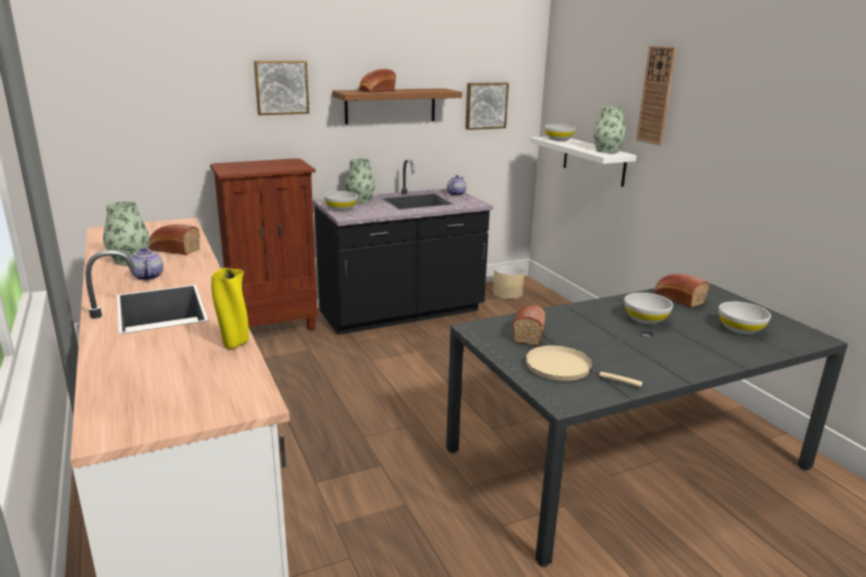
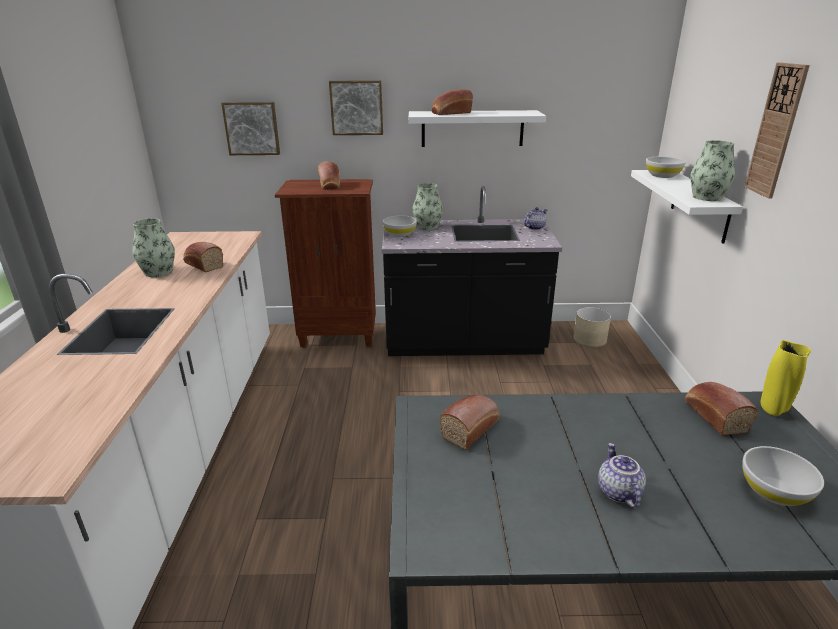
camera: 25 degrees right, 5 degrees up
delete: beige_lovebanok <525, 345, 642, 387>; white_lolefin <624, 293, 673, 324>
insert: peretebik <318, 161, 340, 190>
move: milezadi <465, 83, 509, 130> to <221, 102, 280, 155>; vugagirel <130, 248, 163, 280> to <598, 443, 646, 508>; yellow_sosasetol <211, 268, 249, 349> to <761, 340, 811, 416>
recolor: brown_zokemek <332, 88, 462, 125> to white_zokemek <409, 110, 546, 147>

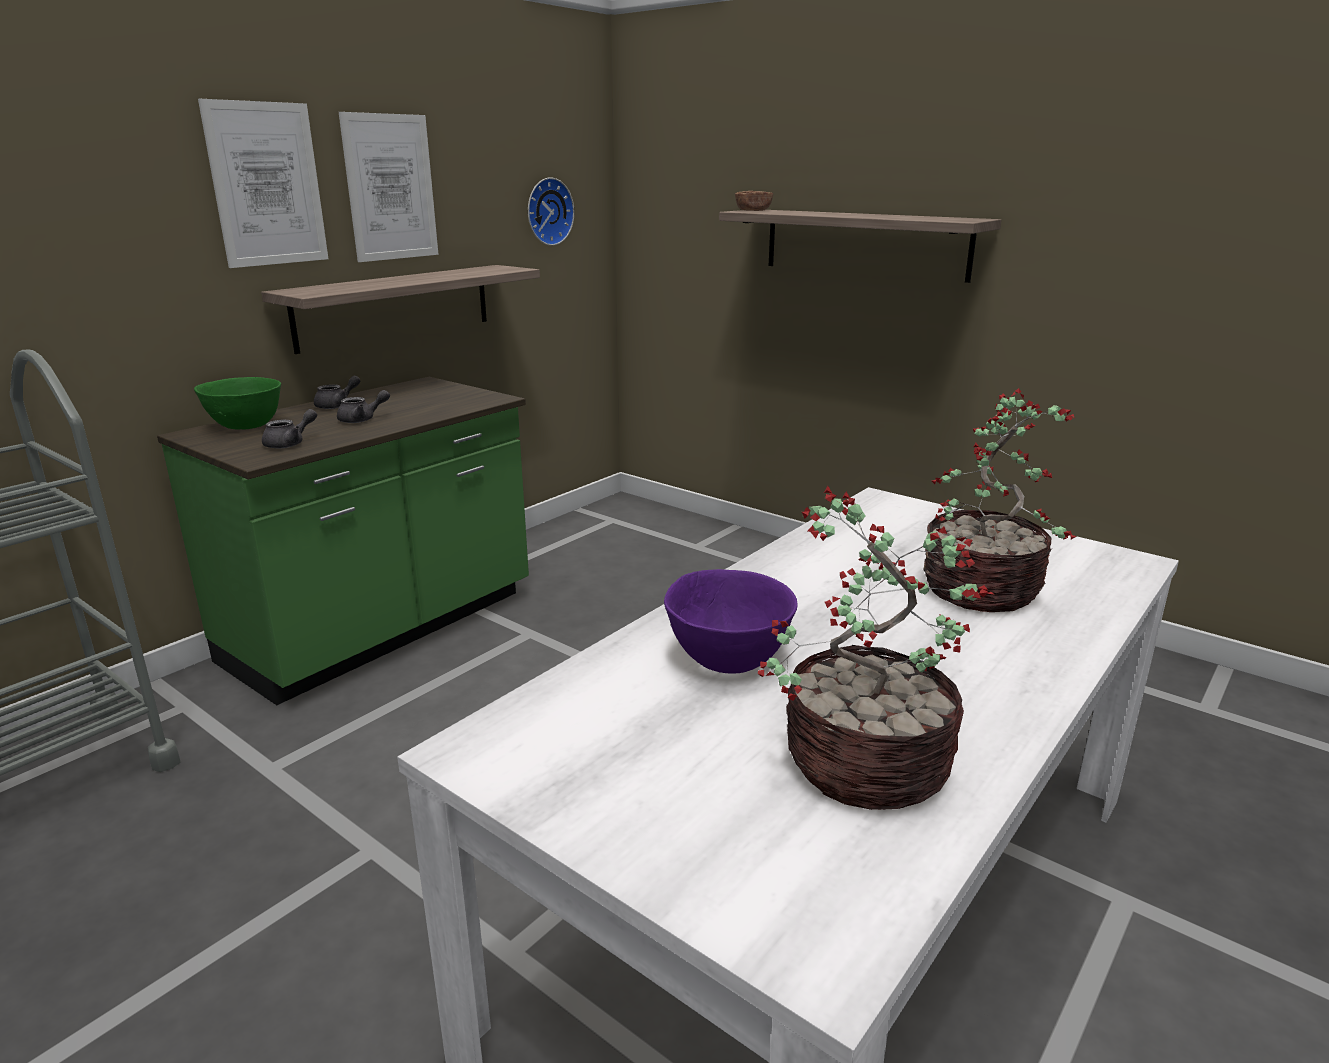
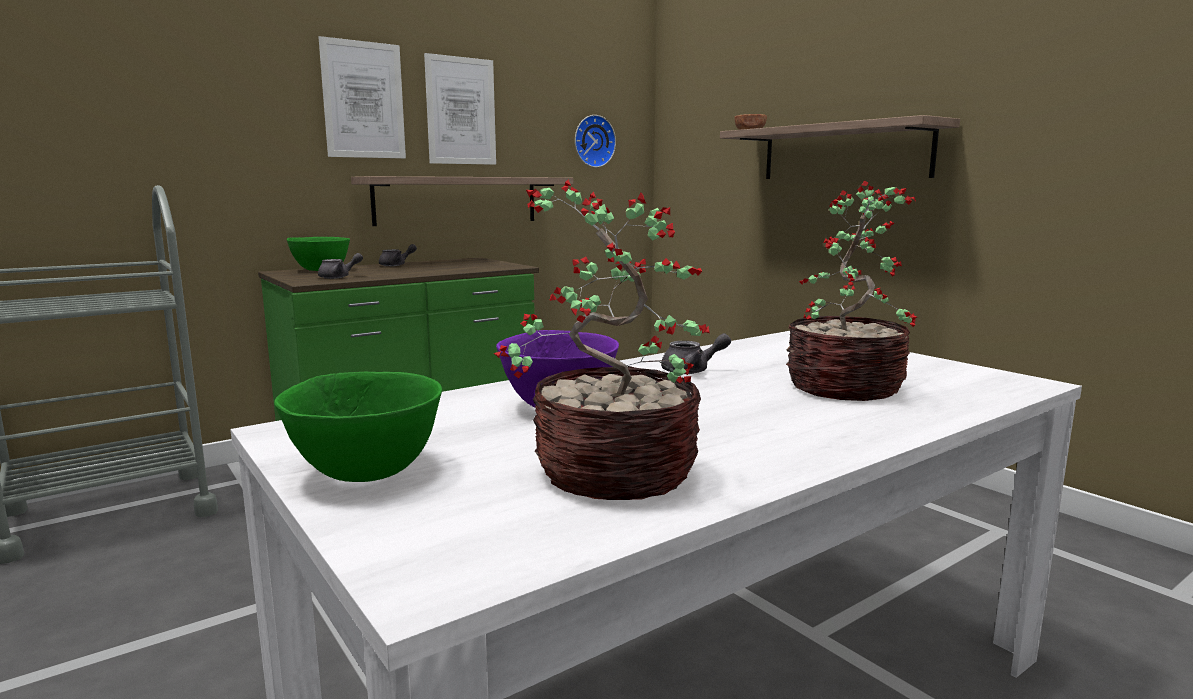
camera: 15 degrees right, 10 degrees down
insert: green_lolefin <274, 372, 442, 482>
move: grey_vugagirel <337, 390, 390, 423> to <661, 333, 731, 374>

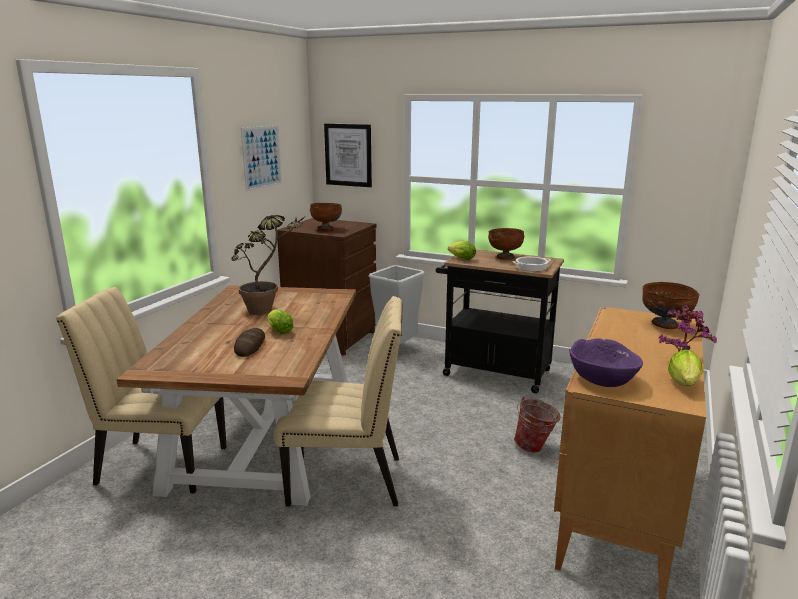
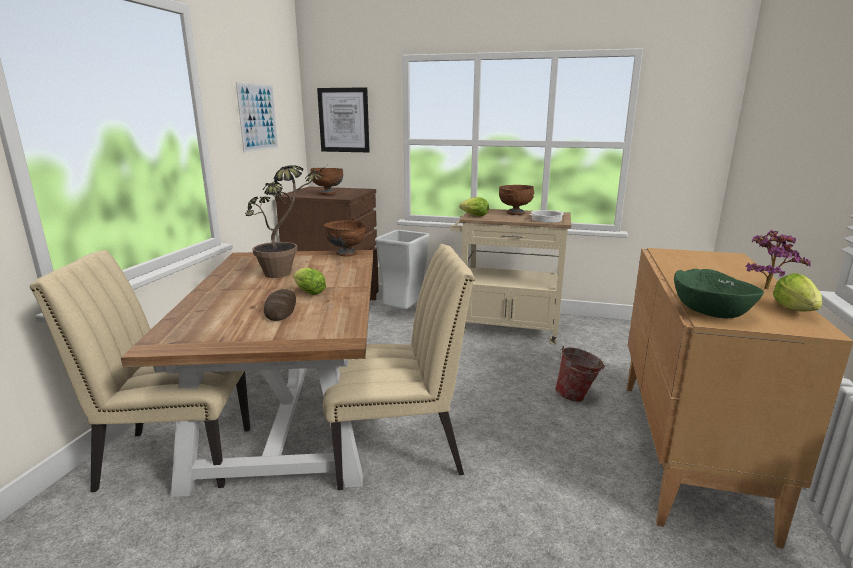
camera: 10 degrees left, 0 degrees up
move: brown_lolefin <642, 282, 700, 329> to <324, 220, 366, 257>
recolor: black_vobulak <436, 250, 564, 393> to beige_vobulak <450, 209, 571, 344>; purple_lolefin <569, 338, 643, 387> to green_lolefin <674, 269, 764, 318>

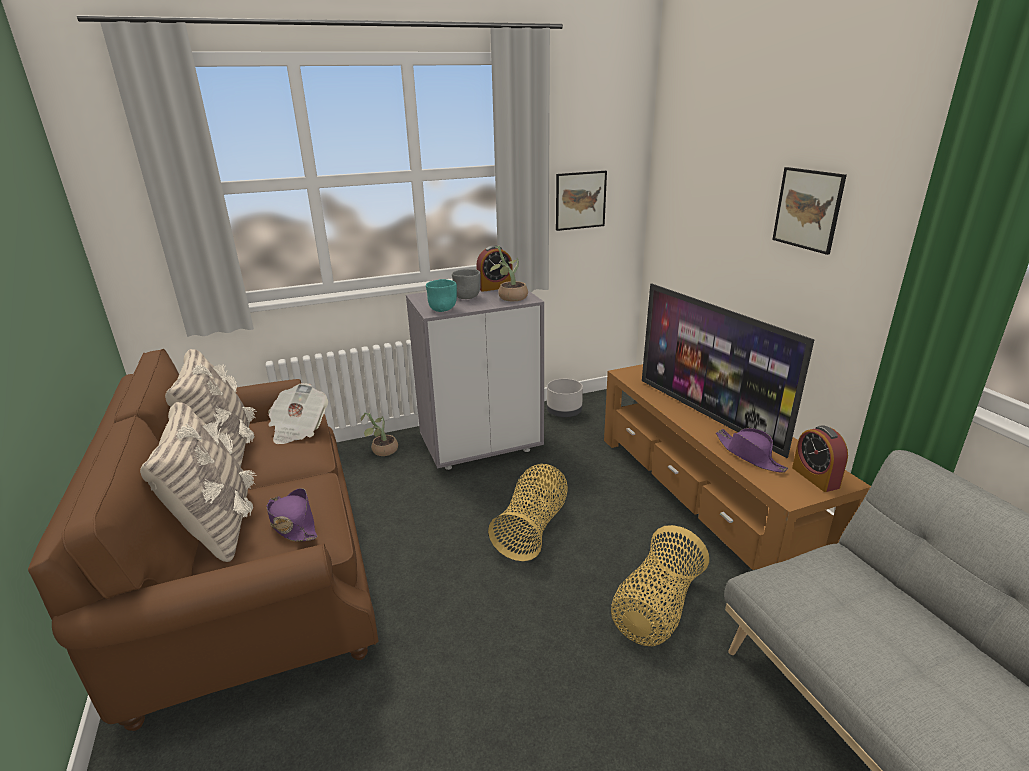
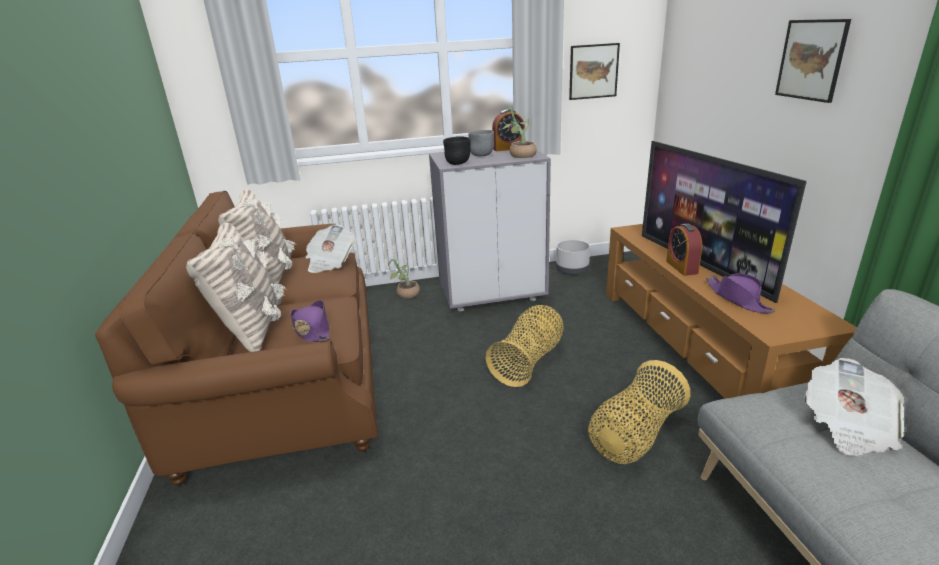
camera: 10 degrees right, 0 degrees up
insert: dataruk <804, 358, 904, 456>
move: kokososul <792, 425, 848, 492> to <666, 223, 702, 276>
recolor: turquoise_lolefin <426, 279, 457, 312> to black_lolefin <443, 136, 471, 165>

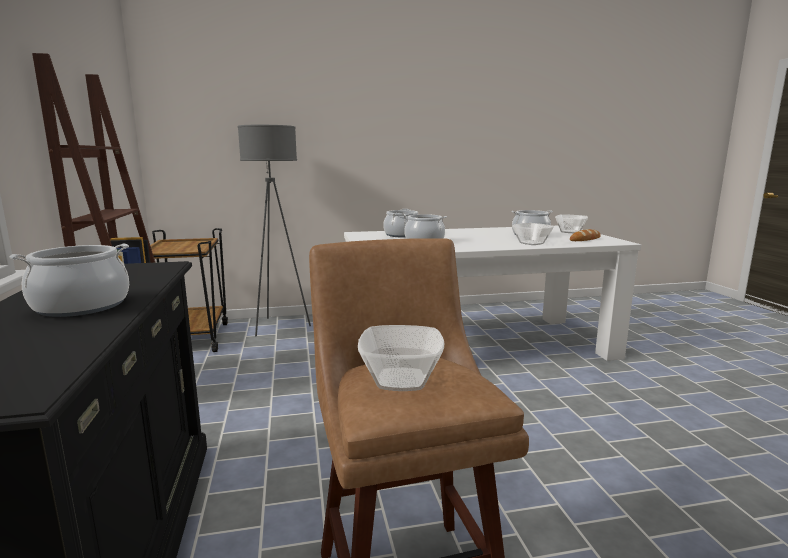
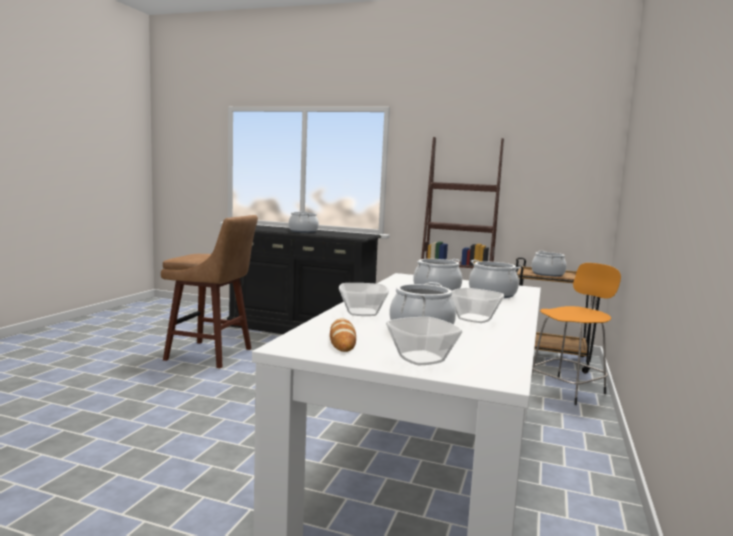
camera: 120 degrees right, 5 degrees down
insert: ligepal <531, 251, 567, 277>
move: lolefin <358, 325, 445, 391> to <451, 288, 504, 323>
replace: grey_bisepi <238, 125, 311, 336> to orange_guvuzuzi <531, 263, 621, 405>

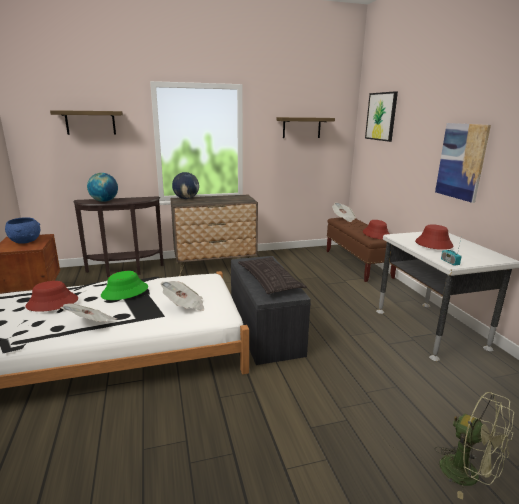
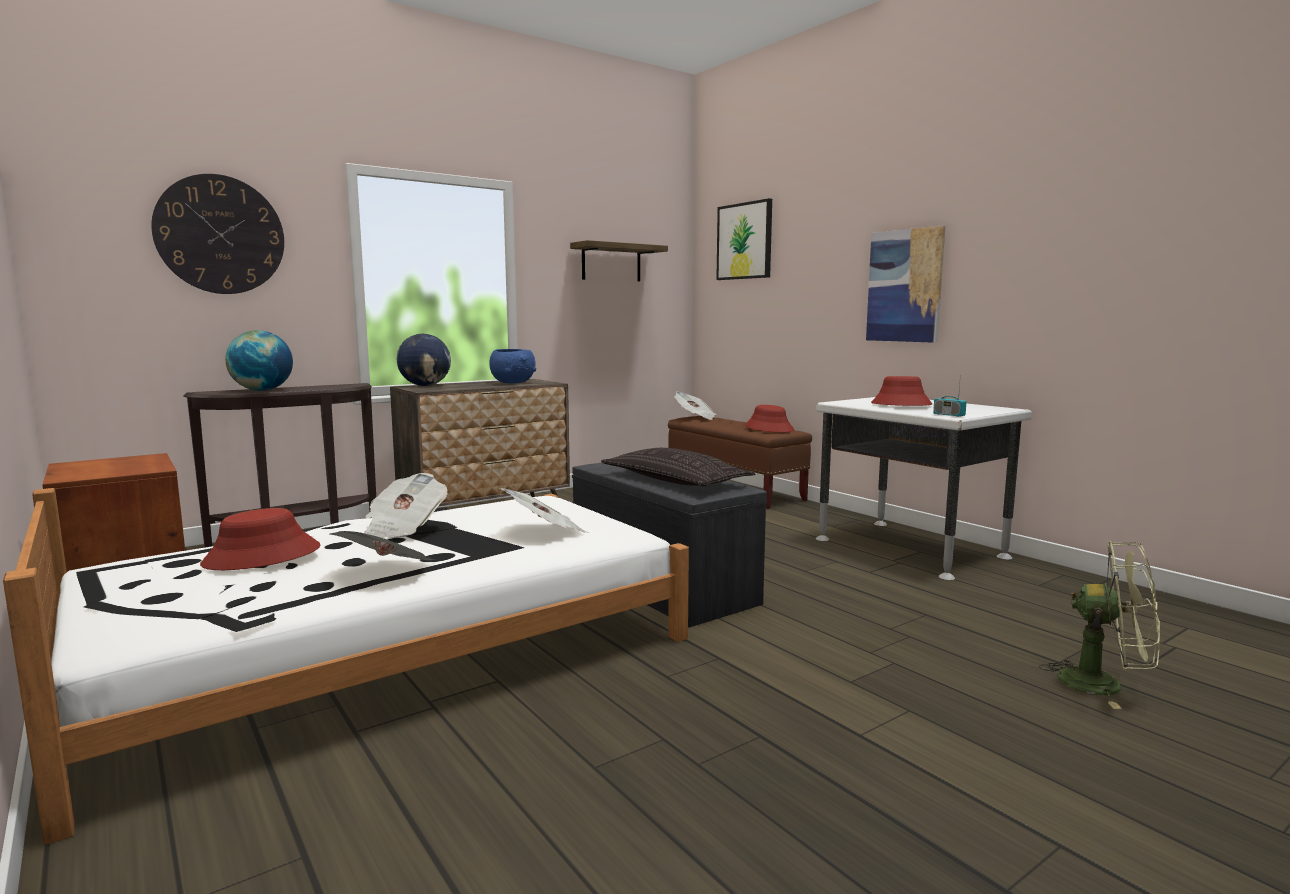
camera: 20 degrees left, 10 degrees down
move: blue_lolefin <5, 217, 40, 244> to <489, 349, 536, 384>
replace: zokemek <50, 110, 123, 135> to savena <151, 174, 284, 294>; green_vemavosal <101, 271, 148, 300> to dataruk <364, 473, 448, 538>

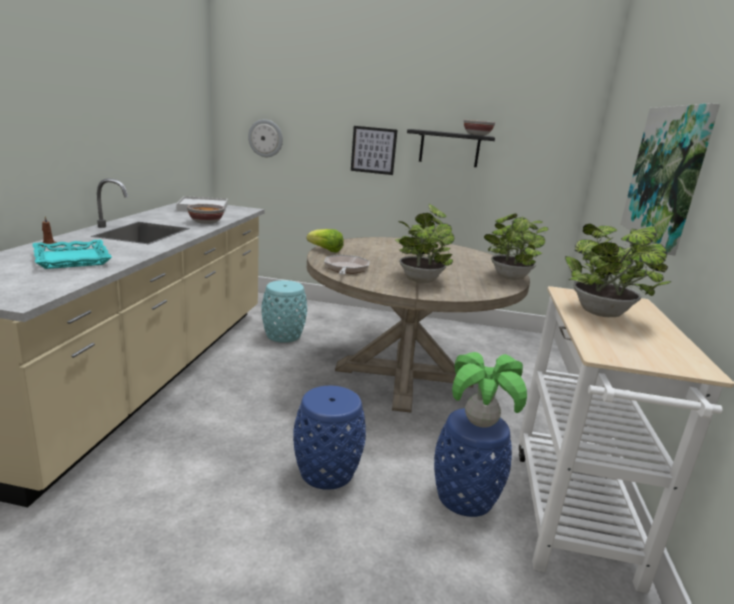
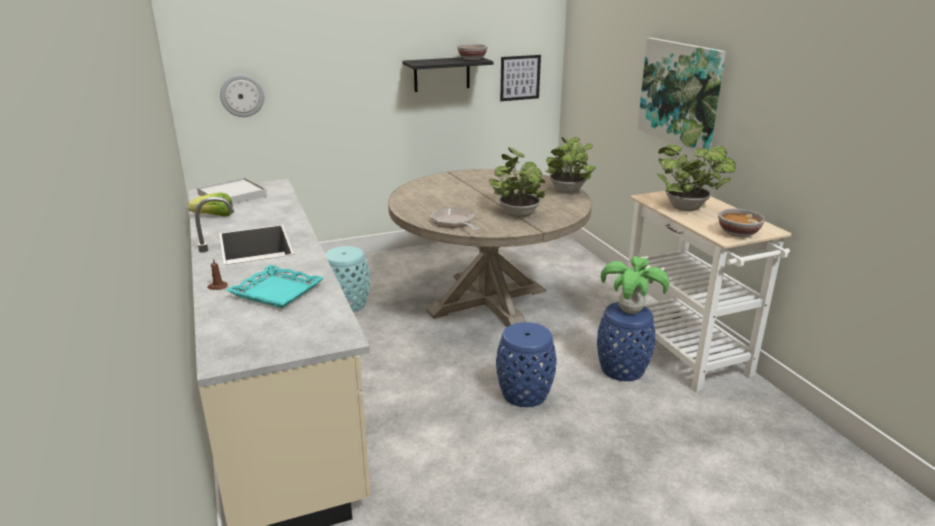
camera: 30 degrees left, 5 degrees up
move: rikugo <307, 229, 343, 253> to <188, 192, 233, 217>; milezadi <351, 126, 397, 175> to <500, 55, 541, 101>; lolefin <187, 204, 224, 224> to <718, 209, 765, 237>

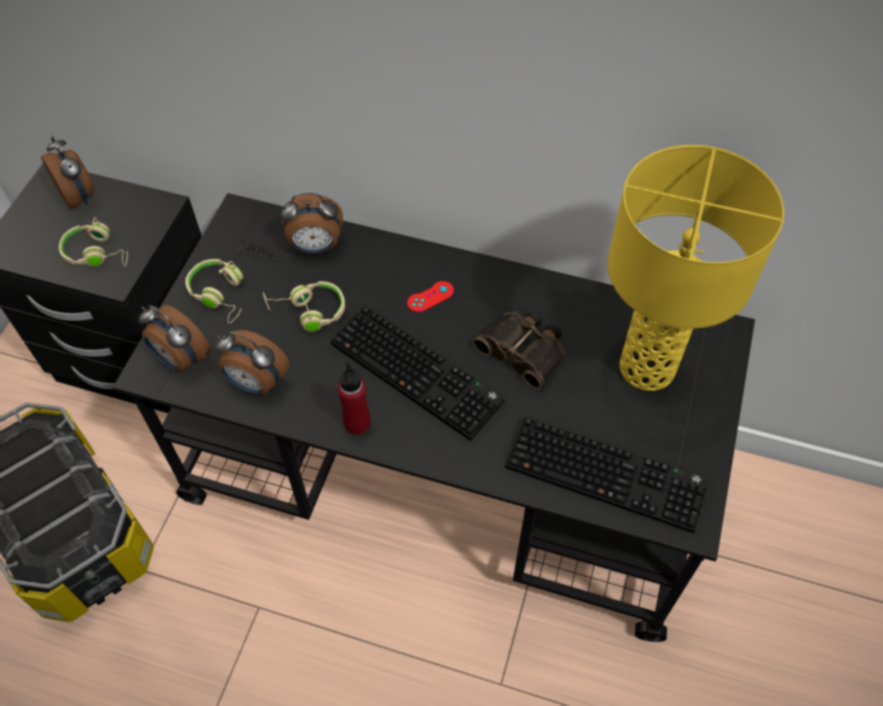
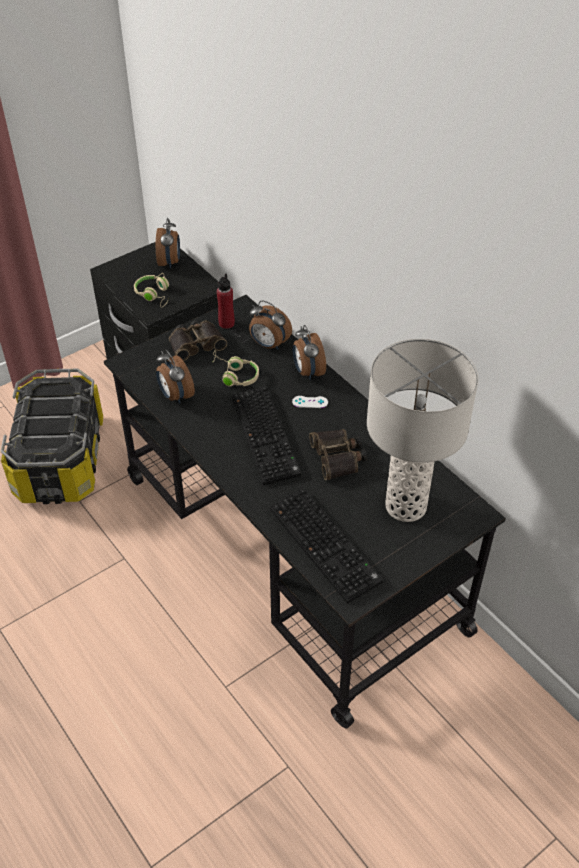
camera: 35 degrees right, 10 degrees down
move: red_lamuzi <337, 363, 370, 435> to <217, 273, 235, 329>; kokososul <138, 305, 211, 371> to <293, 325, 326, 380>
replace: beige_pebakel <185, 259, 243, 323> to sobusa <169, 320, 227, 361>
recolor: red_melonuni <407, 281, 454, 312> to white_melonuni <292, 396, 328, 408>; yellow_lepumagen <608, 145, 784, 391> to white_lepumagen <367, 339, 478, 522>

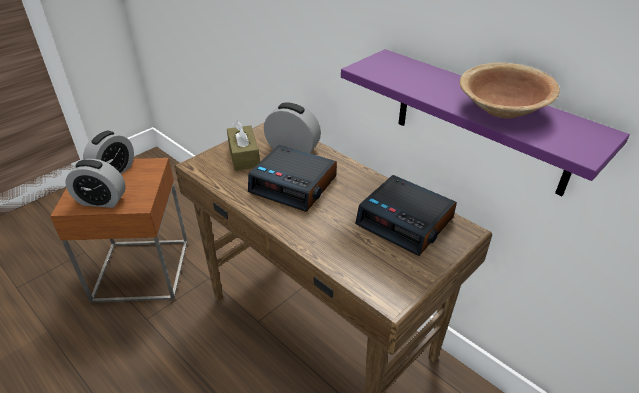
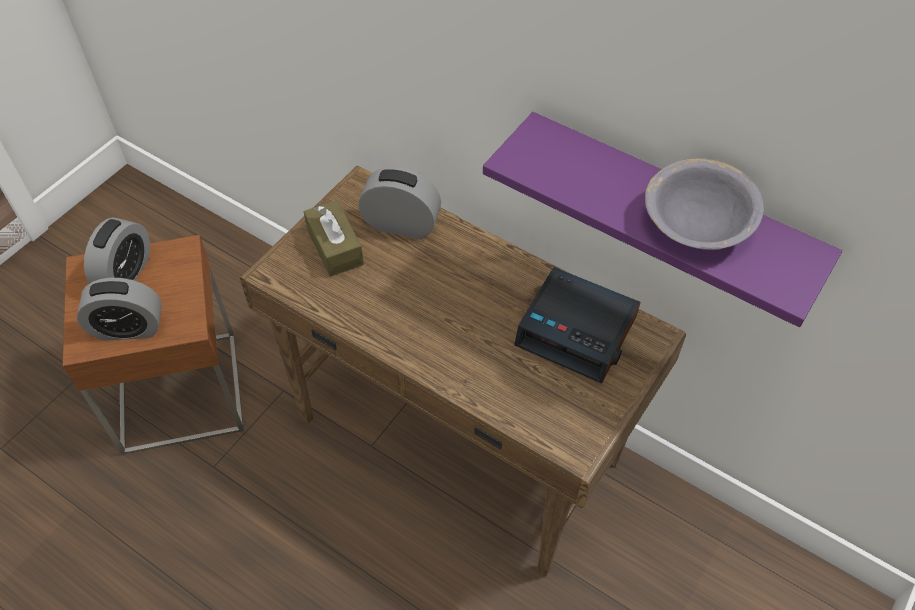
camera: 10 degrees left, 15 degrees up
delete: kokososul <248, 145, 337, 212>
recolor: brown_lolefin <460, 63, 560, 118> to grey_lolefin <645, 159, 764, 250>

